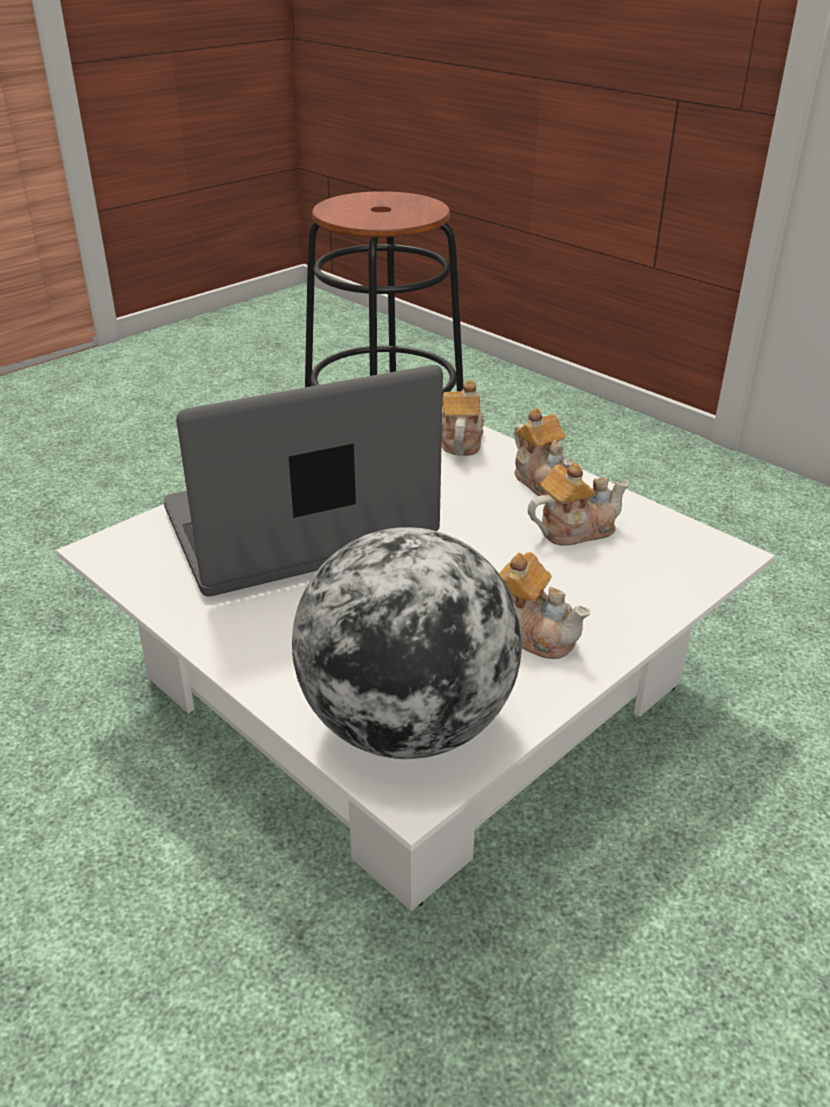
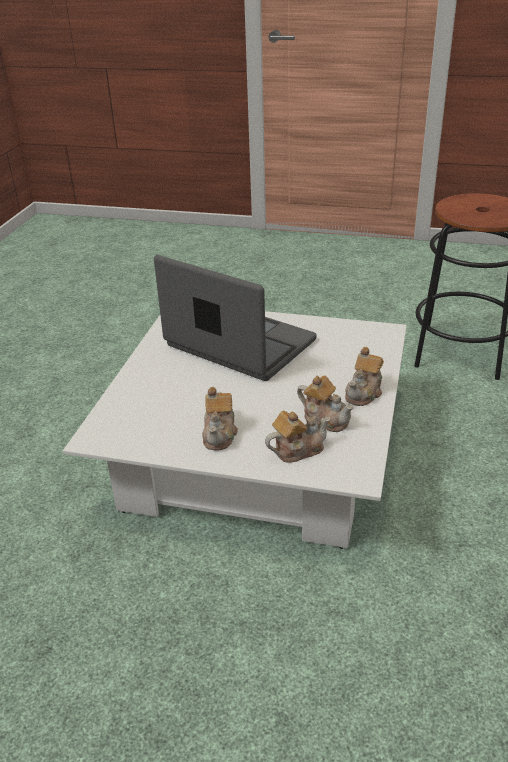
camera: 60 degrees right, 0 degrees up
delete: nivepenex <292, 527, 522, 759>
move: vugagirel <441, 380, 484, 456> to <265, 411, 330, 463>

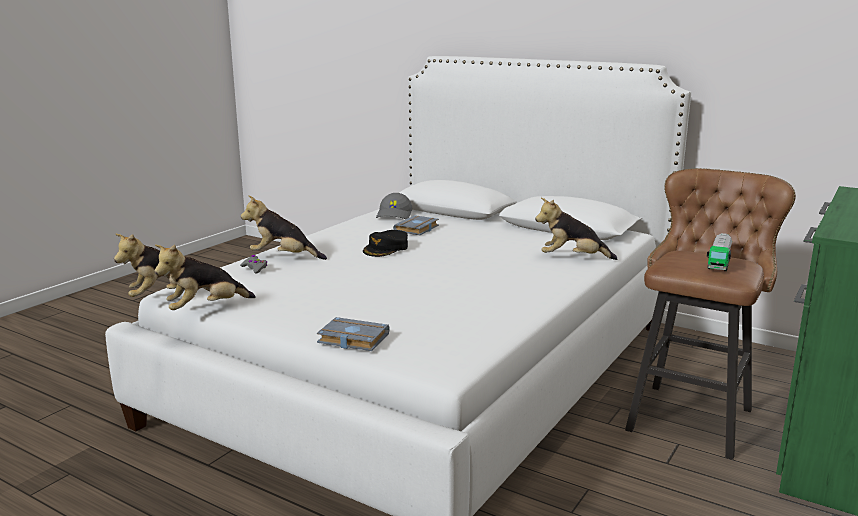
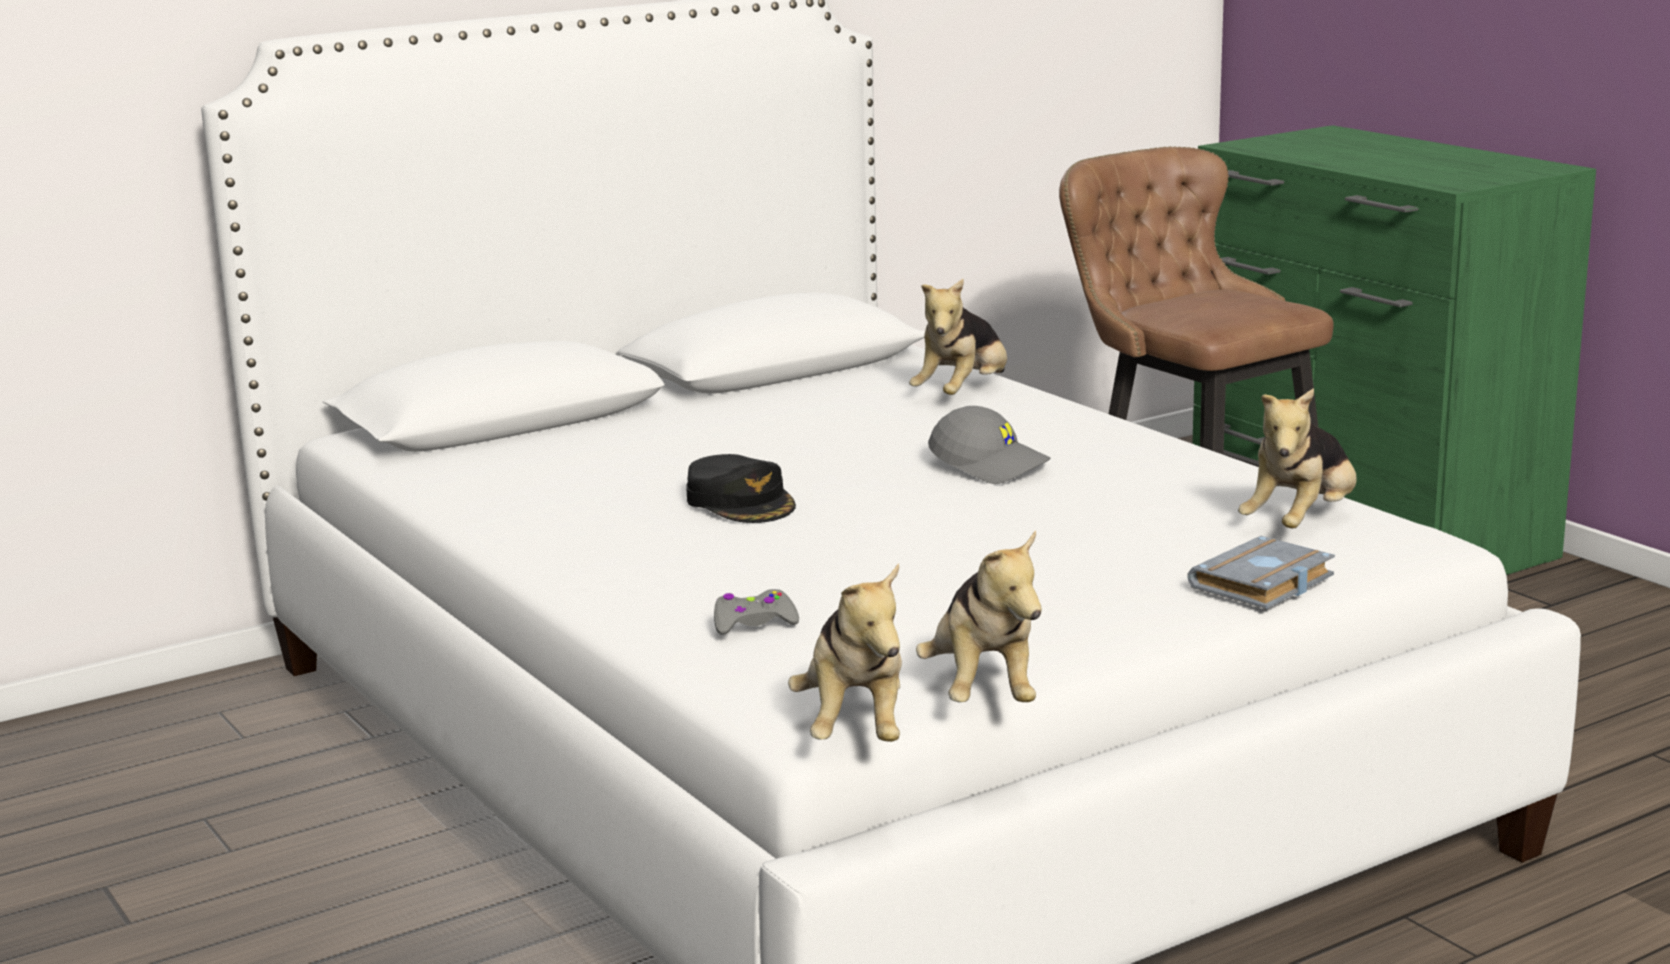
camera: 65 degrees left, 0 degrees up
delete: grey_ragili <393, 215, 439, 235>; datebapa <707, 233, 732, 271>
move: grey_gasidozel <376, 193, 412, 219> to <928, 406, 1051, 484>; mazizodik <241, 196, 327, 260> to <1238, 388, 1357, 528>

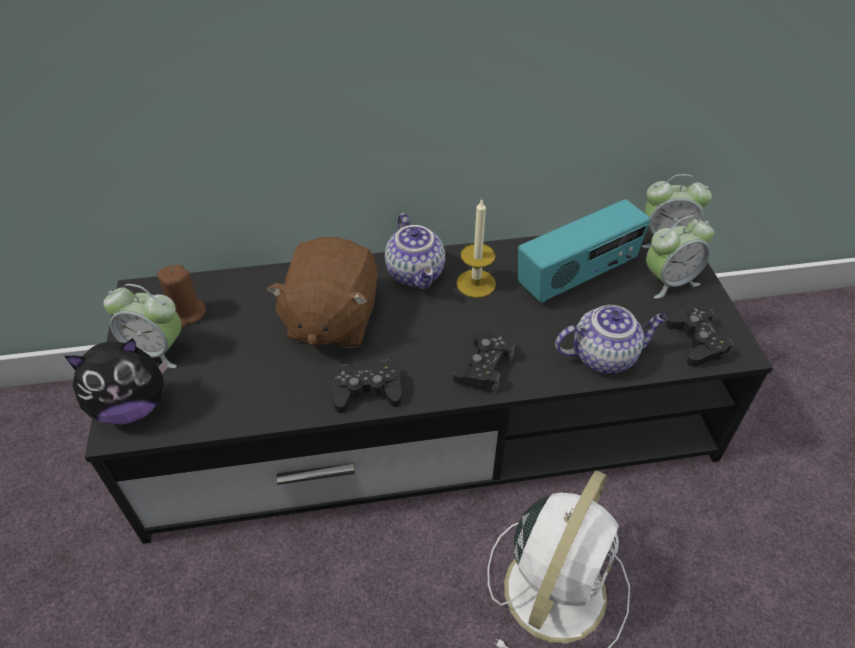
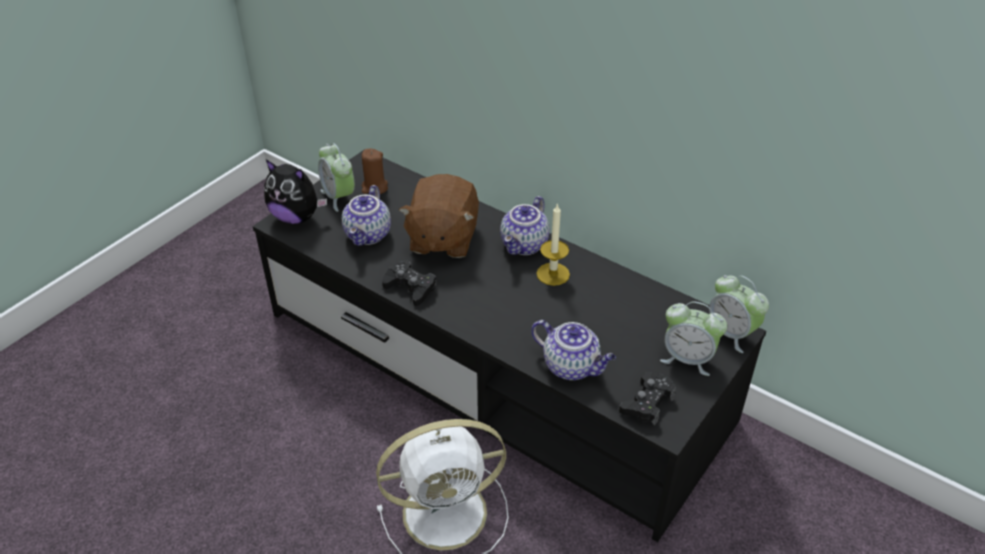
camera: 45 degrees right, 5 degrees down
delete: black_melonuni <453, 331, 515, 392>; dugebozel <518, 199, 650, 304>
insert: vugagirel <342, 185, 391, 246>
rotate: brown_mazizodik <267, 237, 378, 348> = <399, 174, 479, 258> 45 degrees counterclockwise

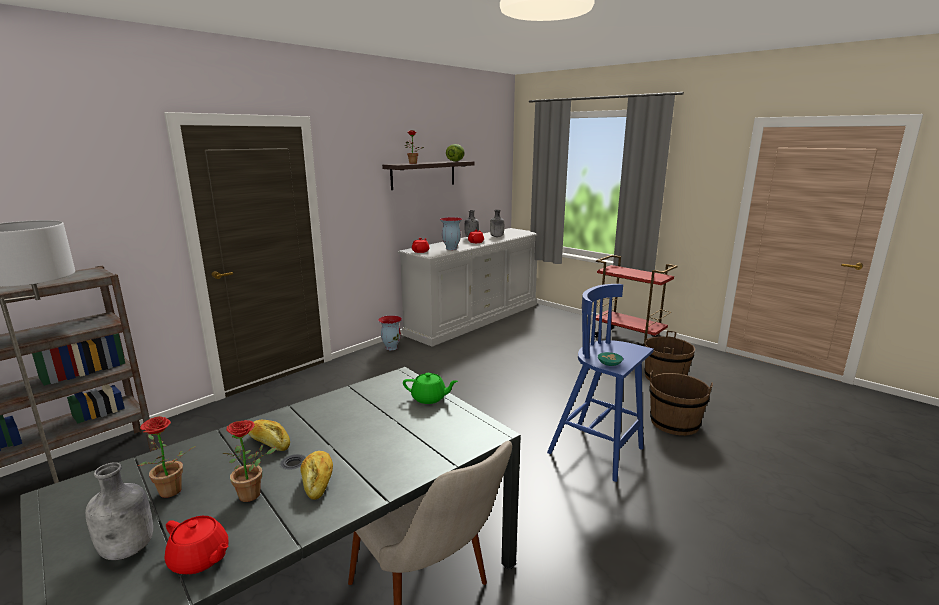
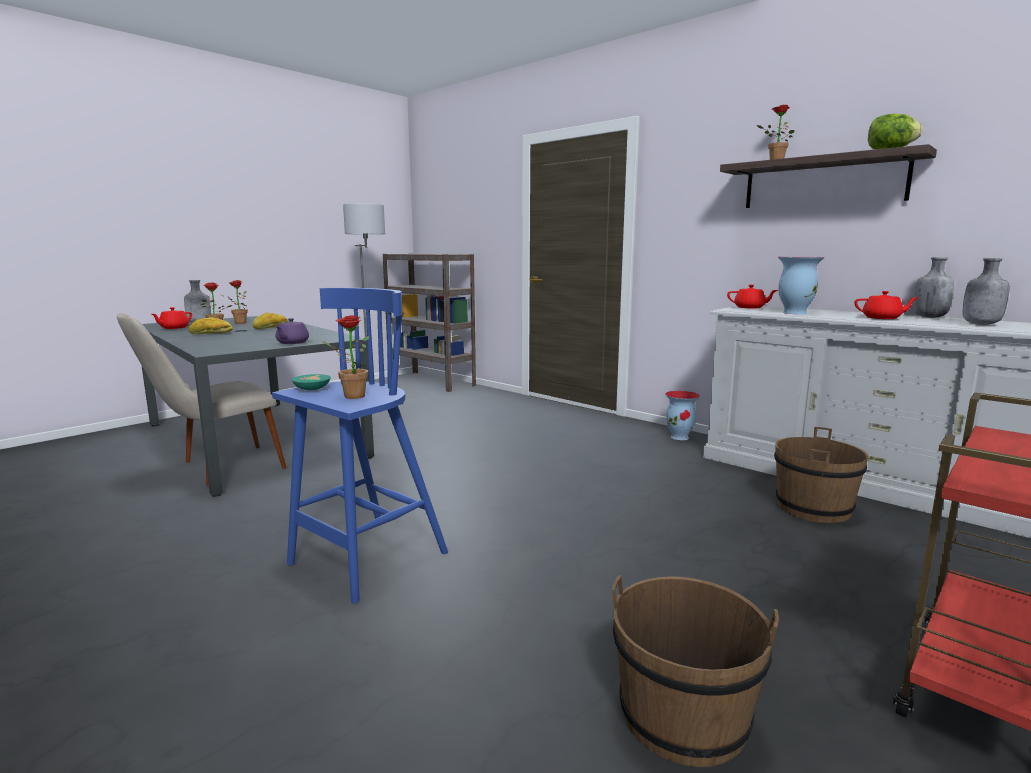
camera: 90 degrees right, 5 degrees down
insert: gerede <322, 315, 369, 399>
move: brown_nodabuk <649, 370, 713, 436> to <774, 427, 868, 523>
recolor: green_vugagirel <403, 373, 458, 404> to purple_vugagirel <276, 318, 309, 344>

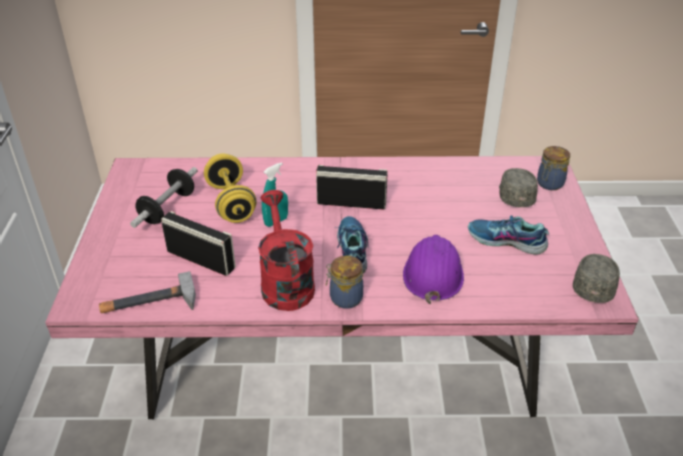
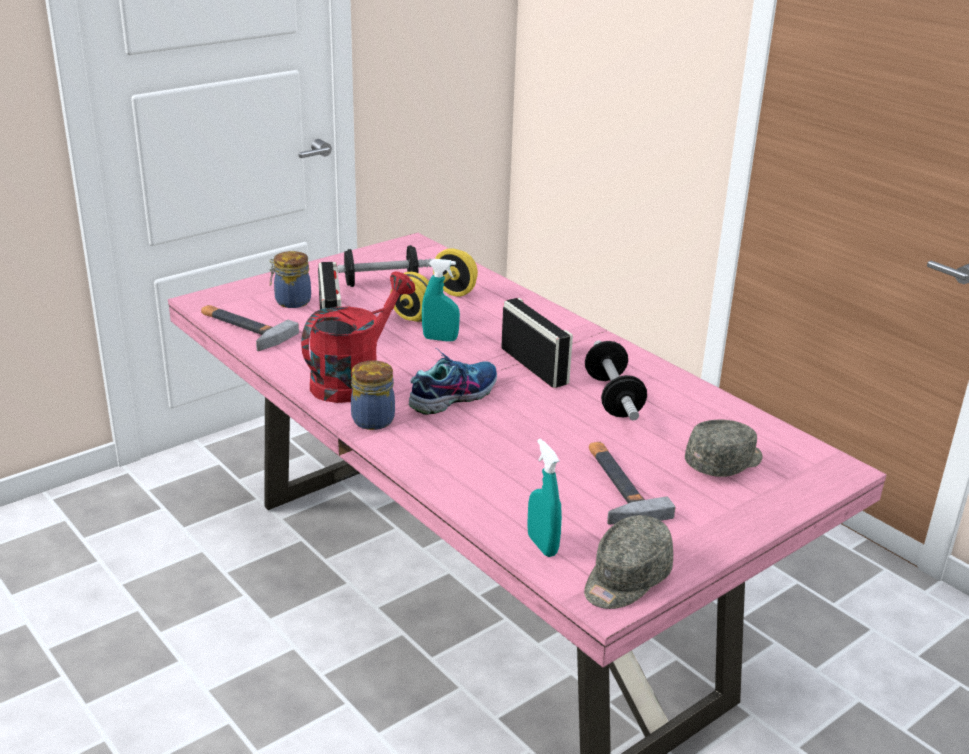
camera: 50 degrees right, 10 degrees down
delete: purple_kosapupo <403, 235, 464, 304>
insert: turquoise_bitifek <527, 439, 562, 557>; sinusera <585, 340, 647, 421>
move: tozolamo <537, 146, 570, 190> to <270, 251, 311, 308>
replace: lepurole <468, 215, 549, 255> to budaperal <589, 442, 675, 524>
rotate: grey_gasidozel <573, 254, 620, 303> = <584, 515, 674, 609> 150 degrees clockwise

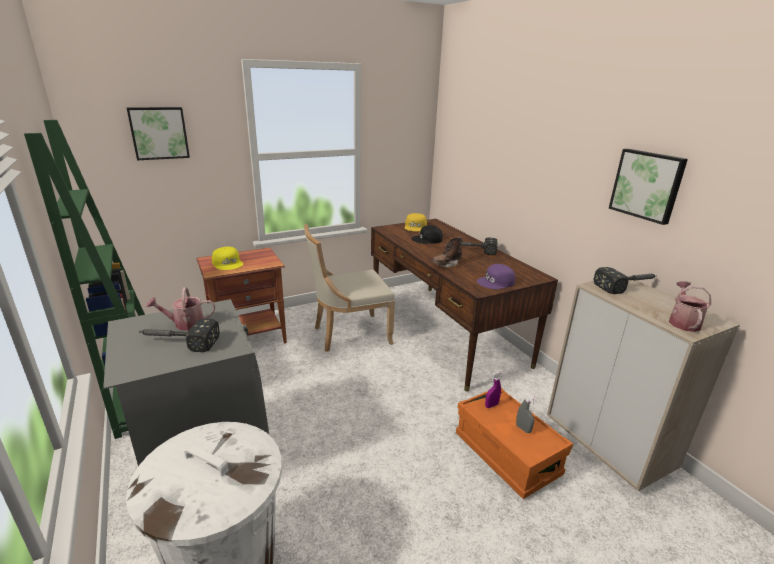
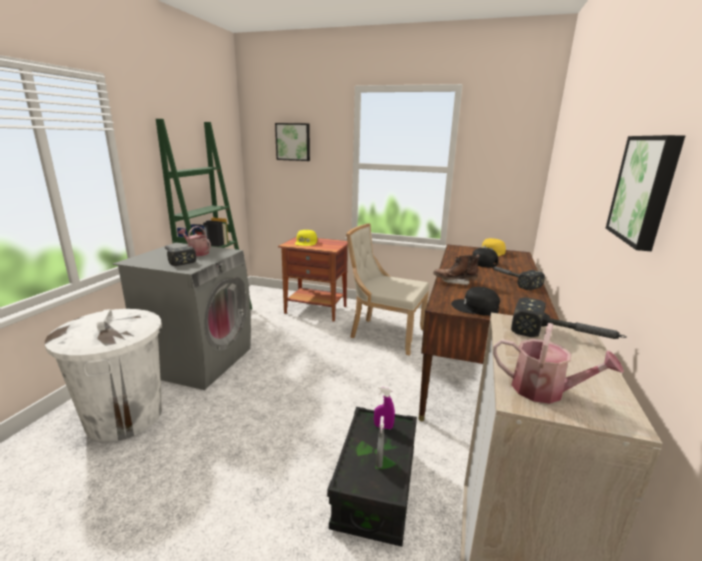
camera: 45 degrees right, 5 degrees down
recolor: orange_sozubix <456, 388, 573, 499> to black_sozubix <327, 407, 417, 547>; purple_gasidozel <477, 264, 515, 289> to black_gasidozel <451, 287, 500, 316>
rotate: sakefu <669, 281, 711, 332> = <493, 323, 624, 404> 60 degrees clockwise

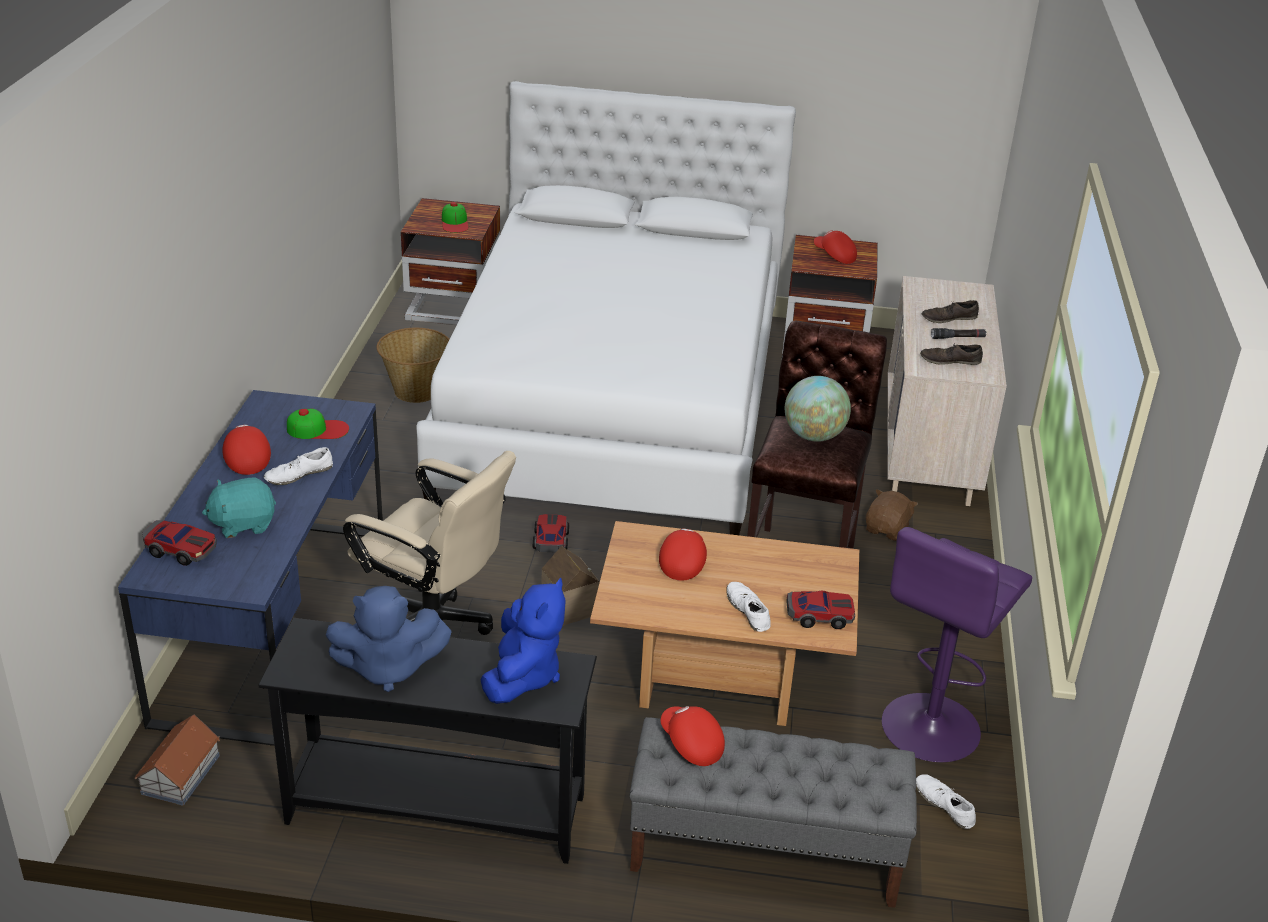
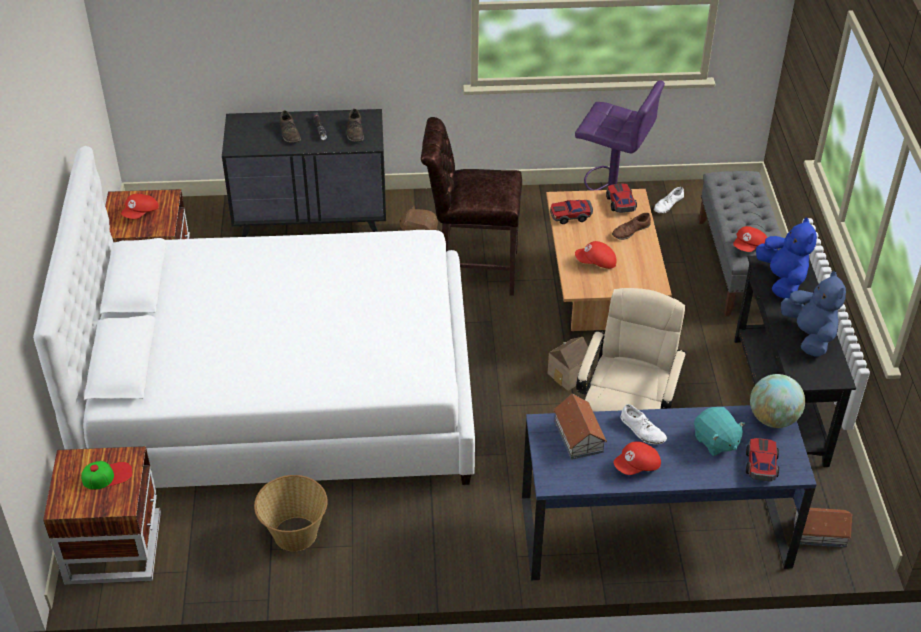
camera: 100 degrees left, 10 degrees up
move: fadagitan <533, 514, 569, 553> to <550, 200, 593, 224>; nivepenex <785, 376, 851, 442> to <750, 374, 805, 428>
replace: gasidozel <287, 408, 349, 439> to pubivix <554, 394, 607, 459>
recolor: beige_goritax <888, 276, 1007, 506> to black_goritax <222, 109, 386, 237>; white_lepurole <726, 582, 771, 632> to brown_lepurole <612, 213, 651, 240>
rotate: blue_mazizodik <481, 578, 566, 704> = <756, 217, 817, 299> 75 degrees clockwise

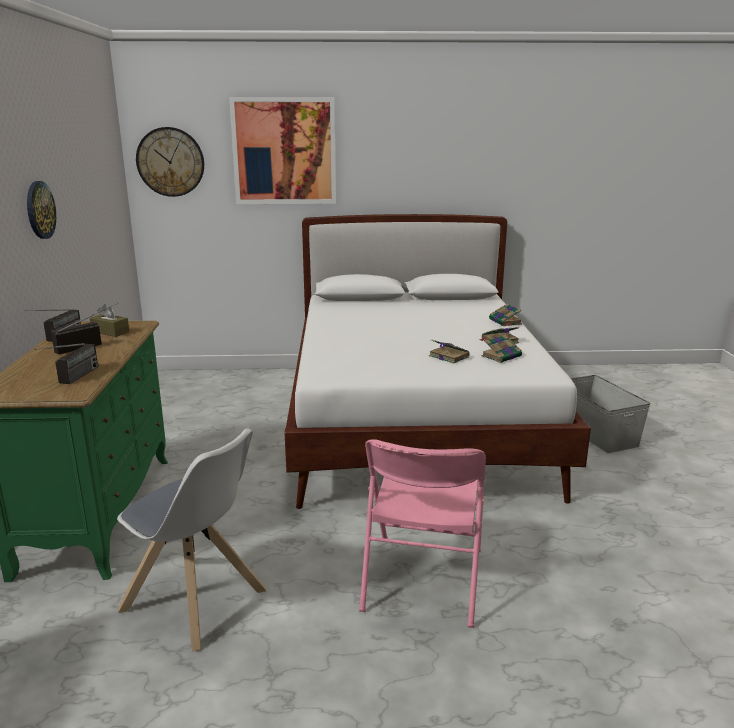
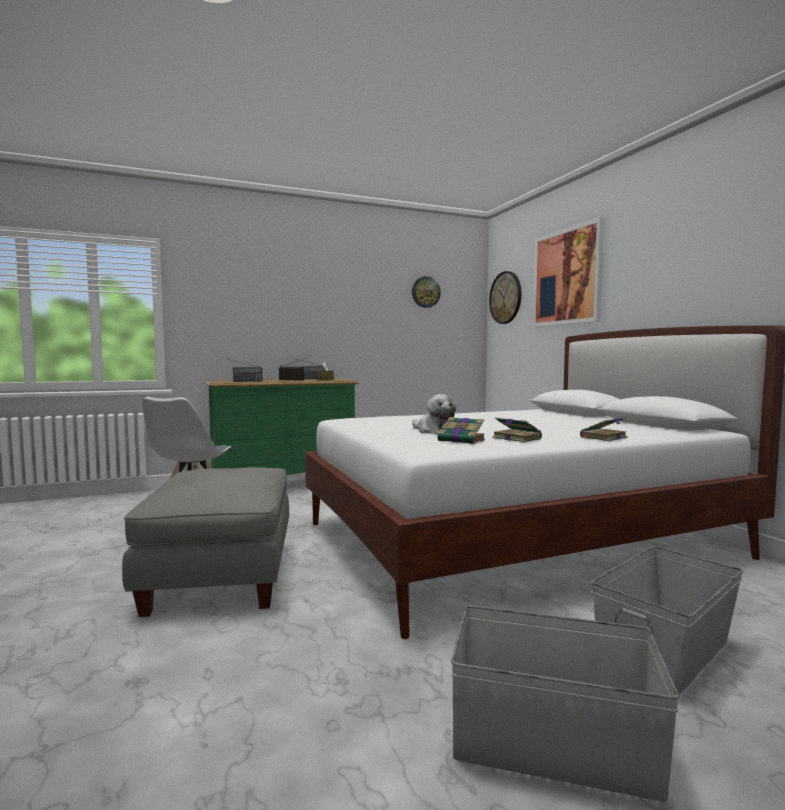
camera: 70 degrees right, 15 degrees down
insert: grey_sozubix <451, 605, 680, 802>
move: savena <27, 181, 56, 239> to <412, 276, 441, 308>
replace: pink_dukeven <359, 439, 486, 628> to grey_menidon <122, 467, 289, 617>; ragili <429, 339, 469, 364> to mazizodik <412, 394, 456, 435>

